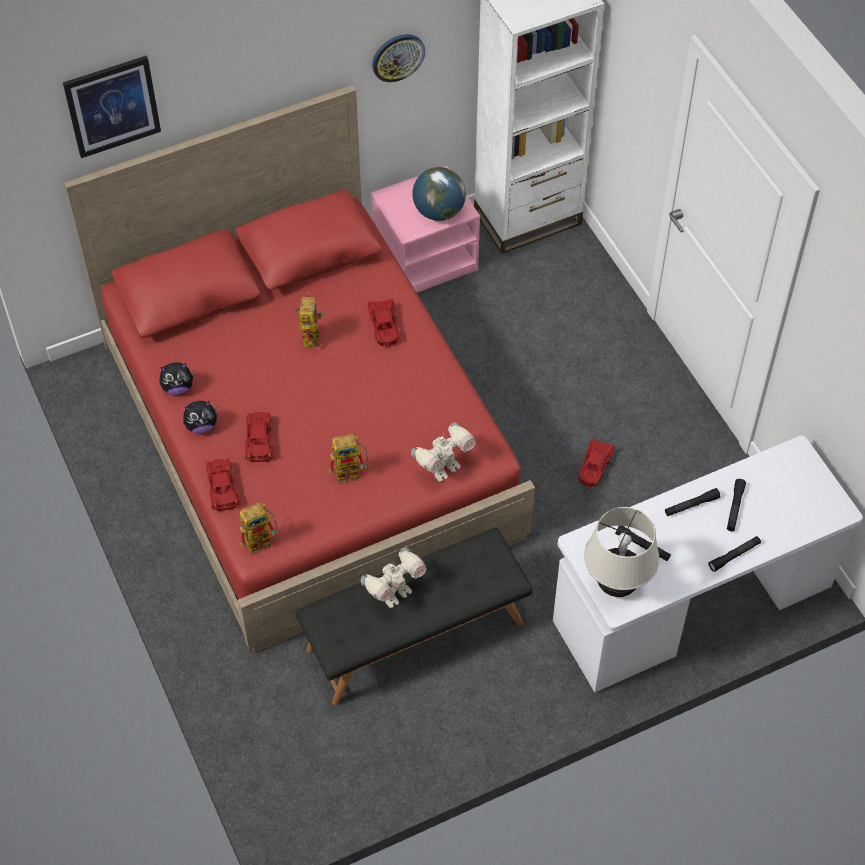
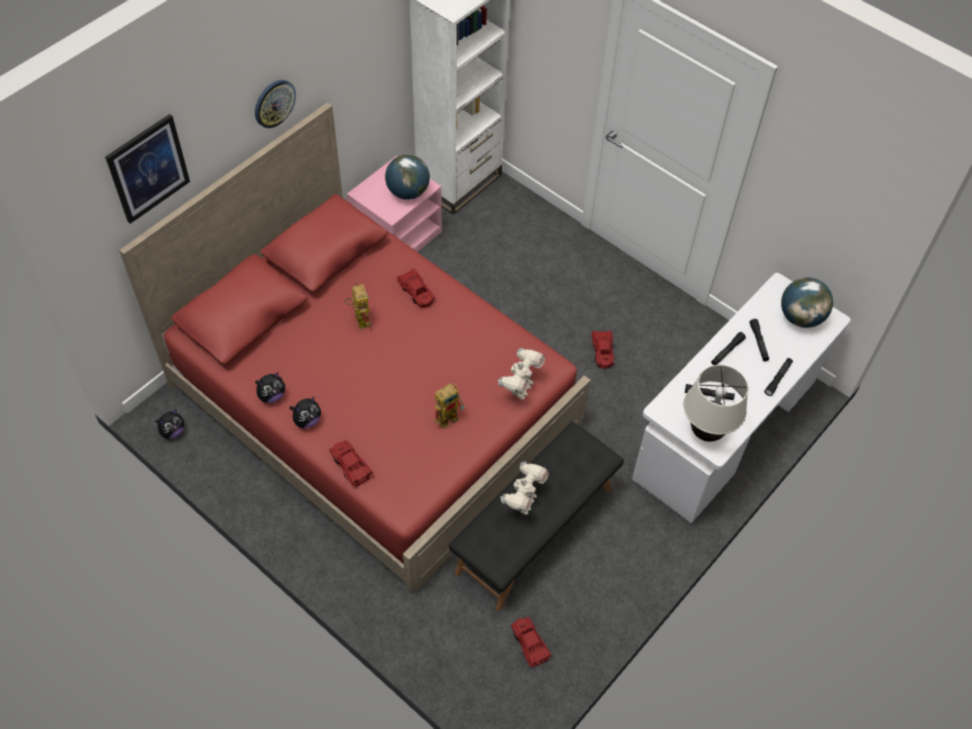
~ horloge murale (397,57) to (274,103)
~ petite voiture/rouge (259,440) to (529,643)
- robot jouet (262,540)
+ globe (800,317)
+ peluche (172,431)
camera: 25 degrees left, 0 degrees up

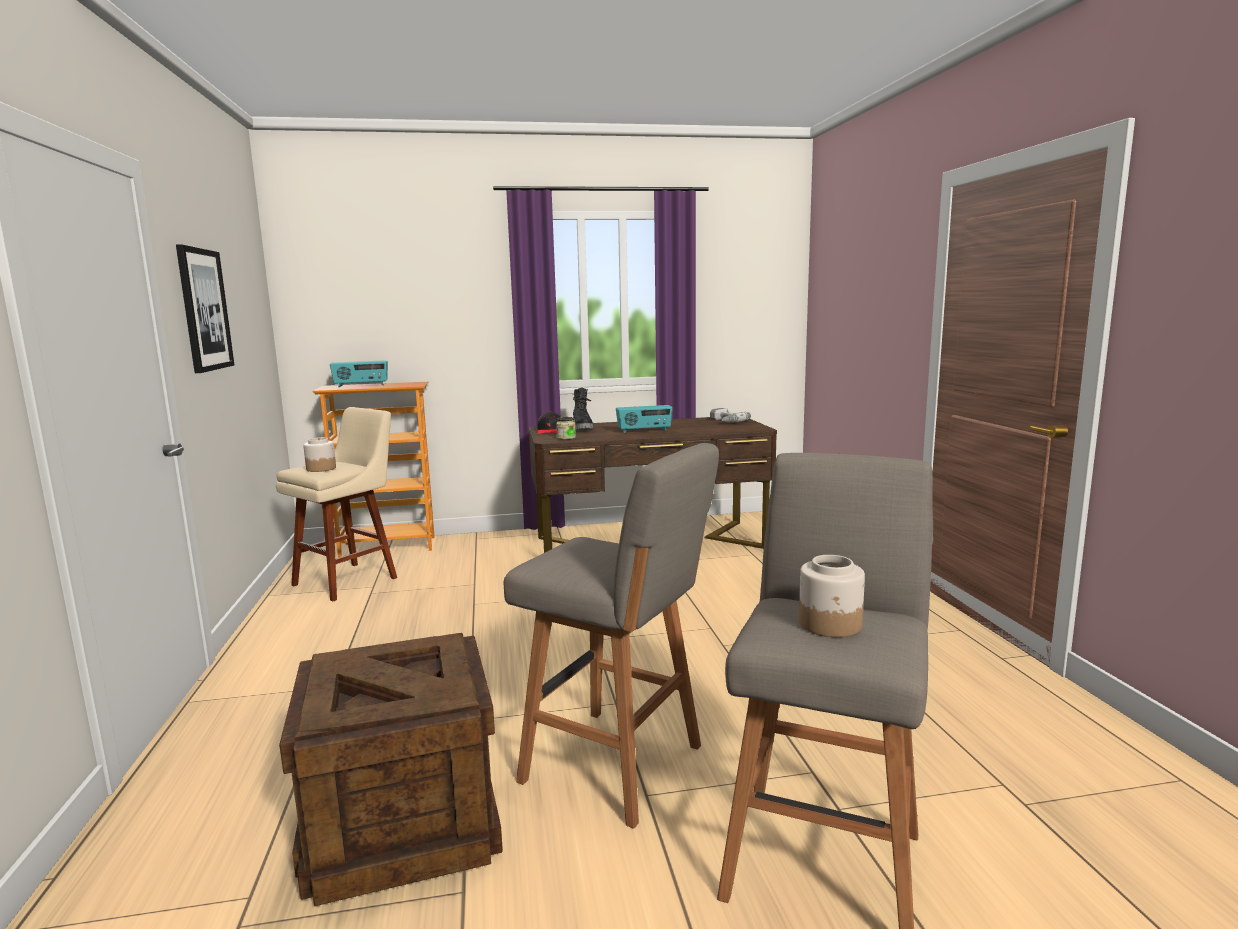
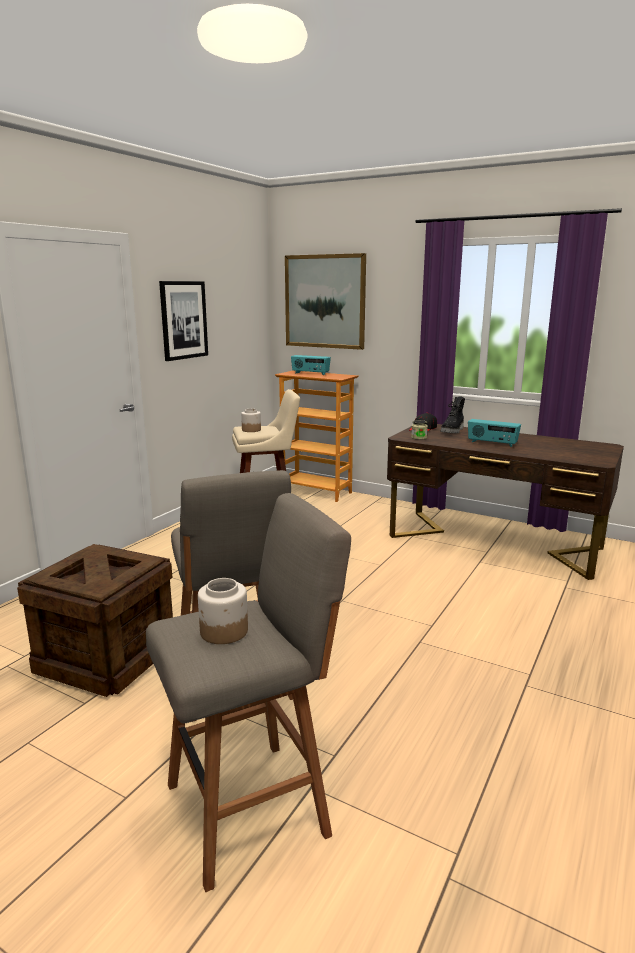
- perceuse (725,421)
+ tableau (325,301)
camera: 40 degrees right, 5 degrees up

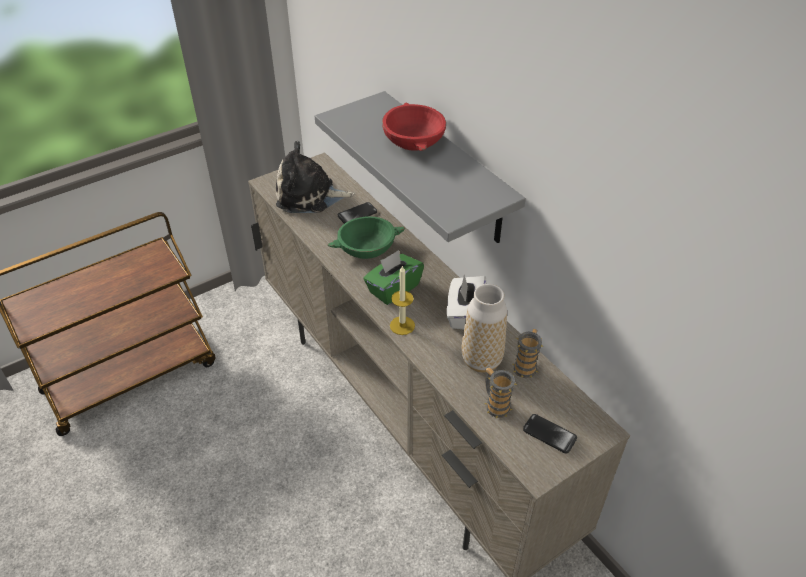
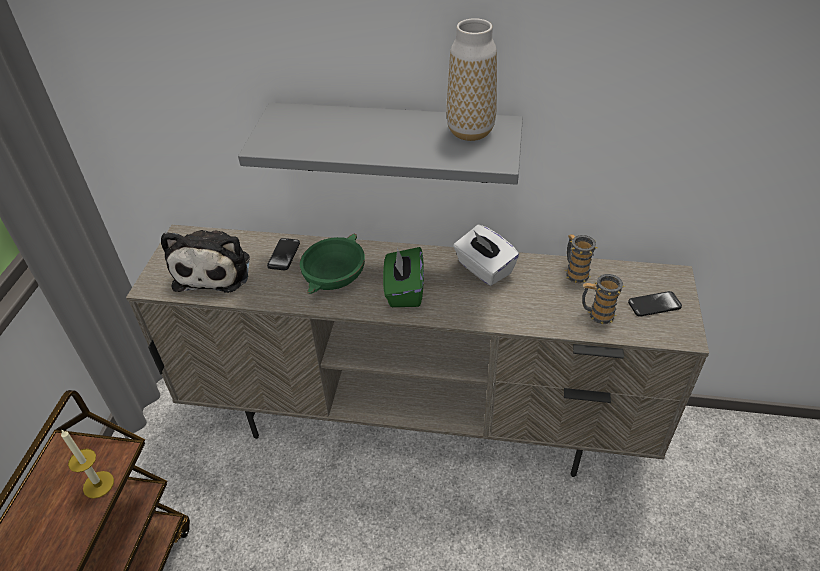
- bol/rouge (413,141)
~ peluche (309,196) = (214,269) 45 degrees counterclockwise
~ bougie (402,325) to (98,484)
~ vase (481,360) to (470,131)
camera: 45 degrees left, 0 degrees up

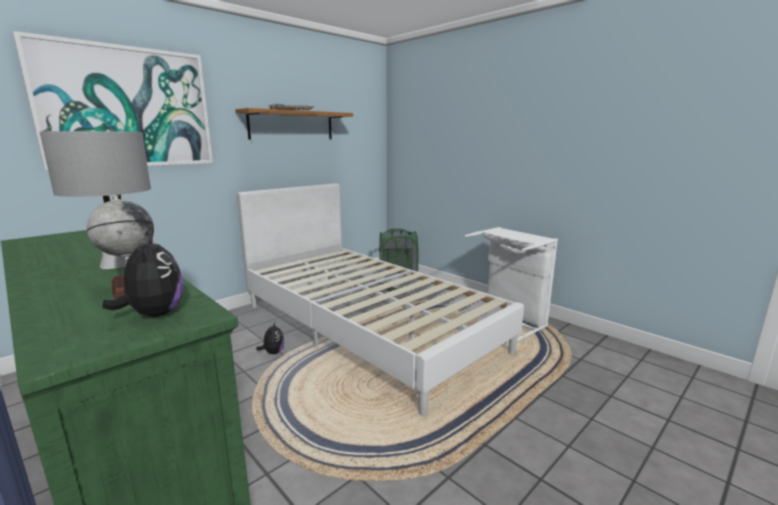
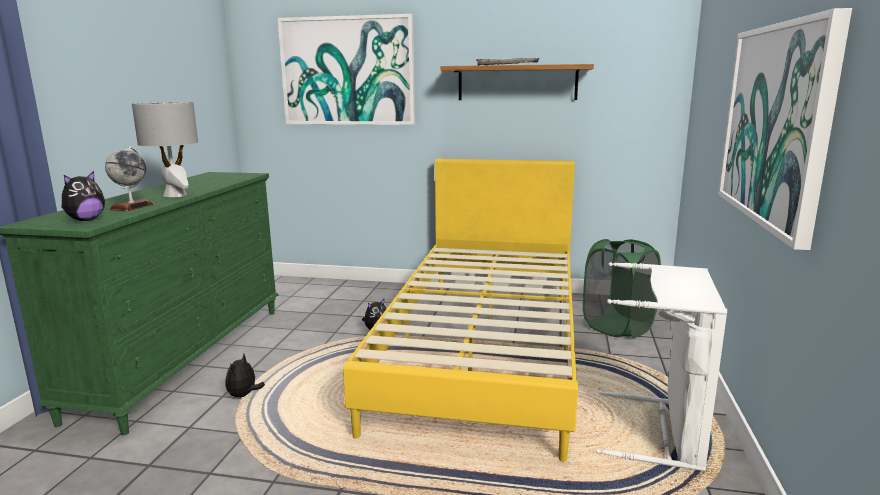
~ lit/blanc (366,327) to lit/jaune (484,348)
+ tableau (775,124)
+ peluche (244,395)
camera: 55 degrees right, 0 degrees up

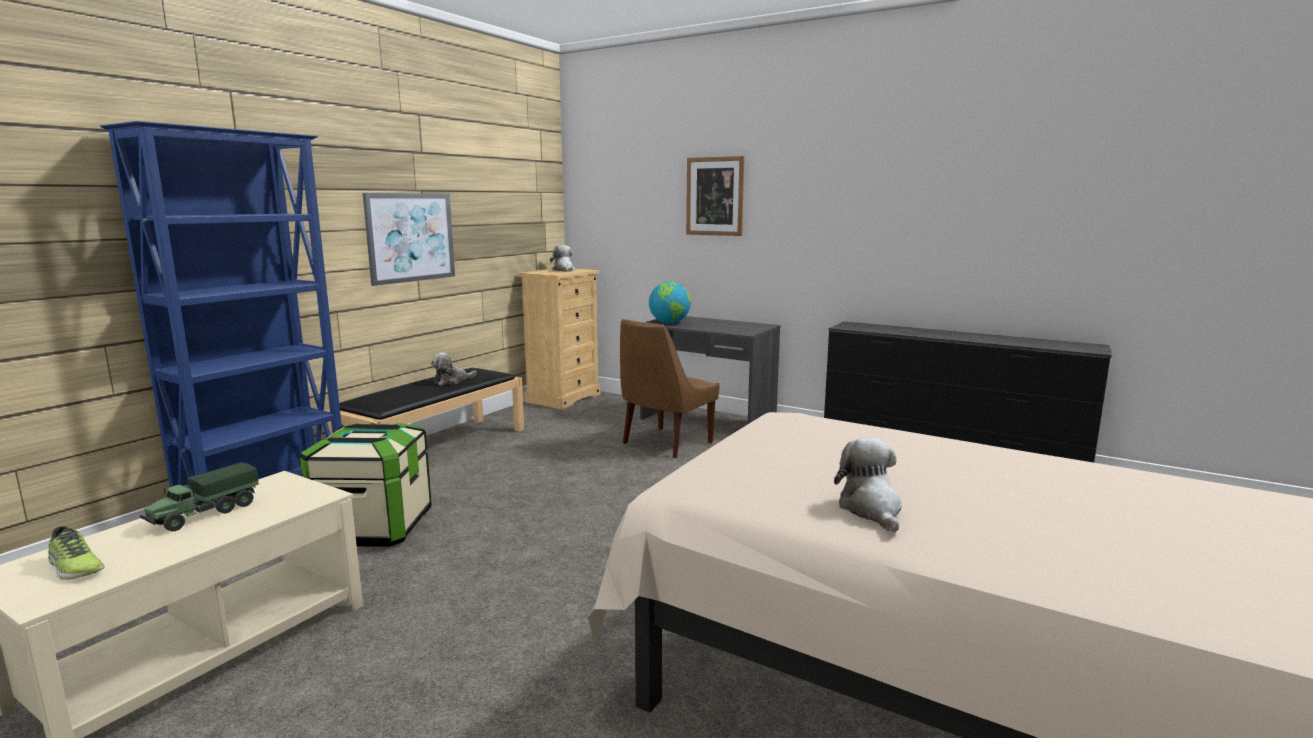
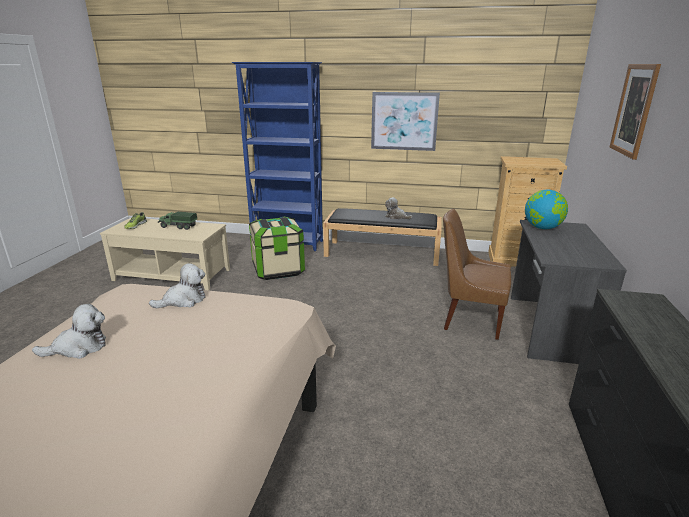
~ peluche (563,270) to (183,300)
camera: 70 degrees right, 10 degrees up

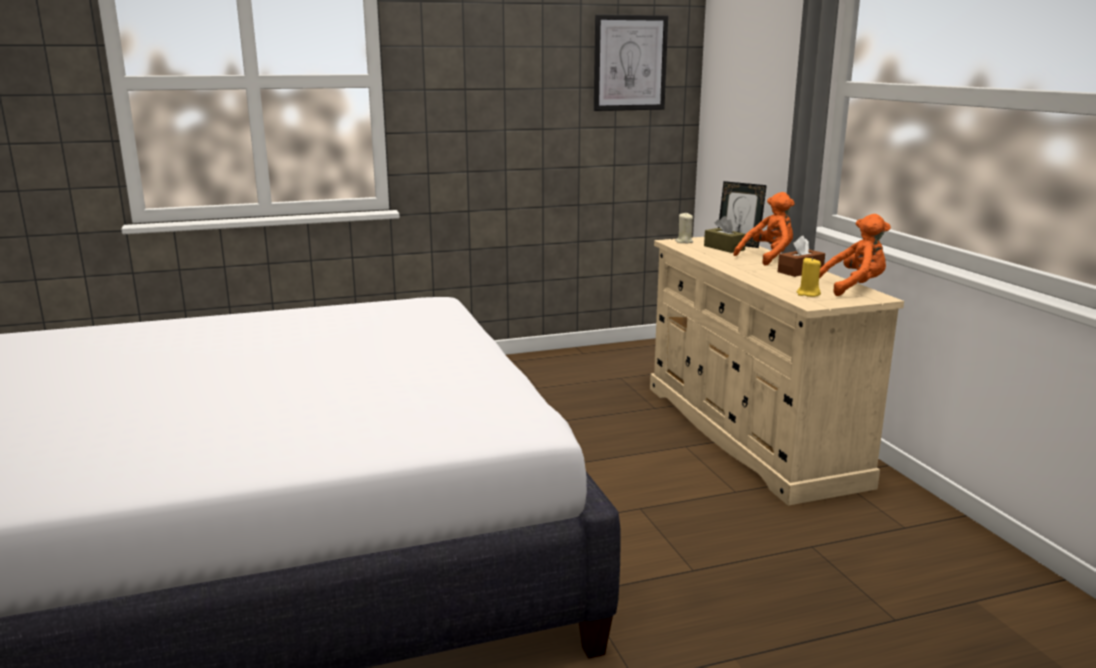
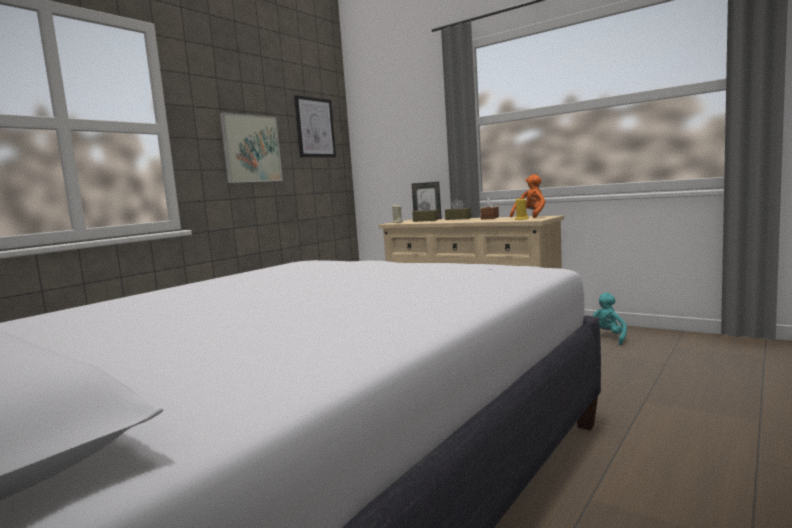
~ peluche/orange (768,257) to boîte à mouchoirs/marron (458,219)
+ tableau (251,149)
+ peluche/turquoise (605,338)
camera: 35 degrees left, 10 degrees down

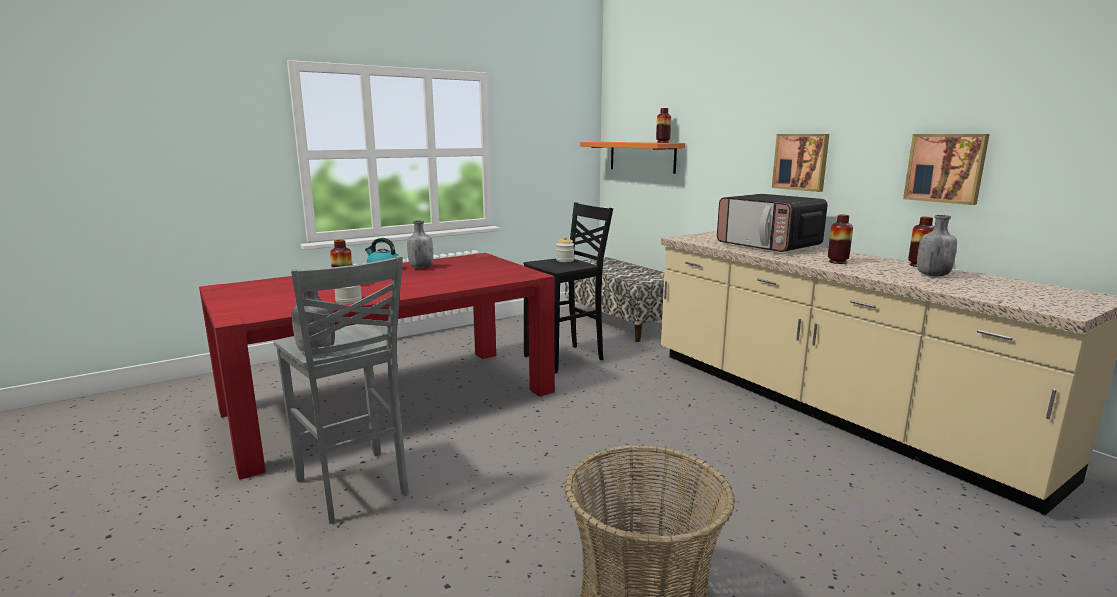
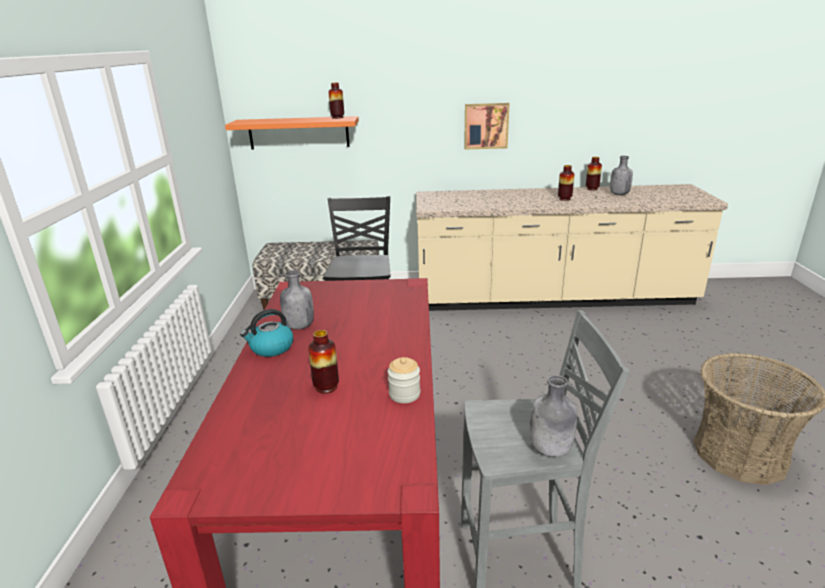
- tableau (945,168)
- micro-ondes (769,245)
- bocal (565,260)
camera: 55 degrees left, 10 degrees up

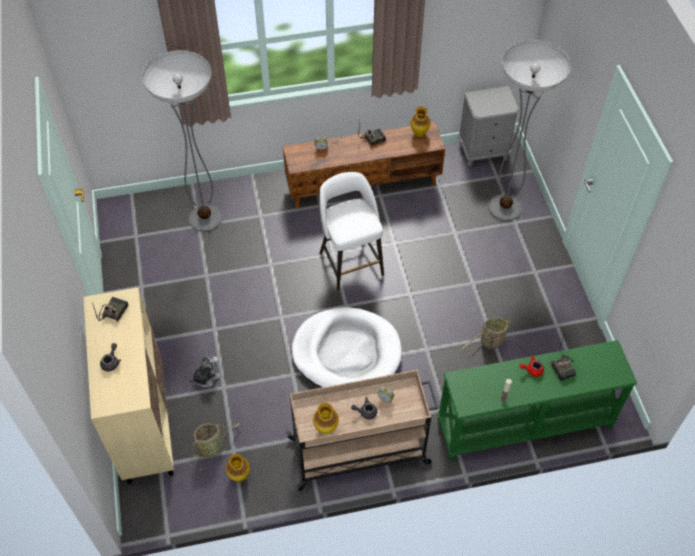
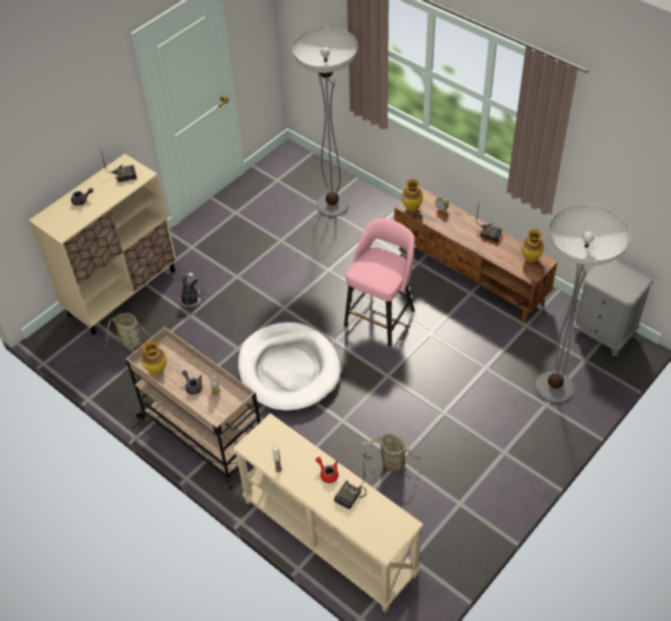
~ tabouret/blanc (350,262) to tabouret/rose (380,316)
~ table console/vert (524,424) to table console/beige (327,538)
~ peluche (206,377) = (190,299) 105 degrees counterclockwise
~ vase (239,476) to (411,208)
camera: 55 degrees right, 5 degrees down

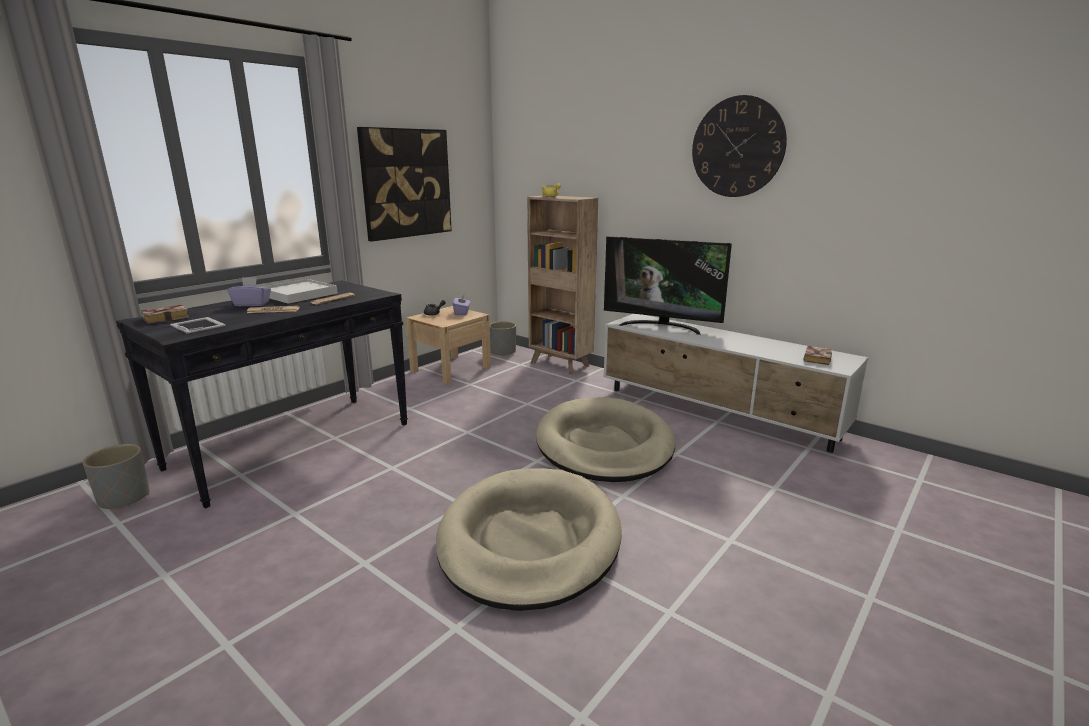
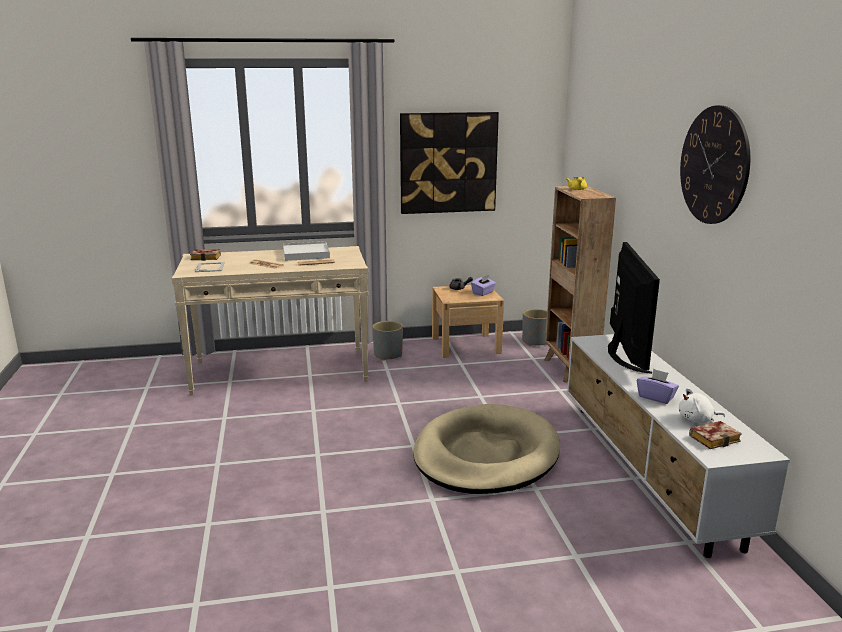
~ téléviseur (662,326) = (623,354) 150 degrees counterclockwise
~ boîte à mouchoirs/violet (252,304) to (656,397)
~ table console/noir (293,444) to table console/beige (281,371)
~ cache-pot/gris (124,498) to (388,355)
- panier pour chien/beige (529,541)
+ peluche/blanc (697,420)
camera: 40 degrees right, 0 degrees up

